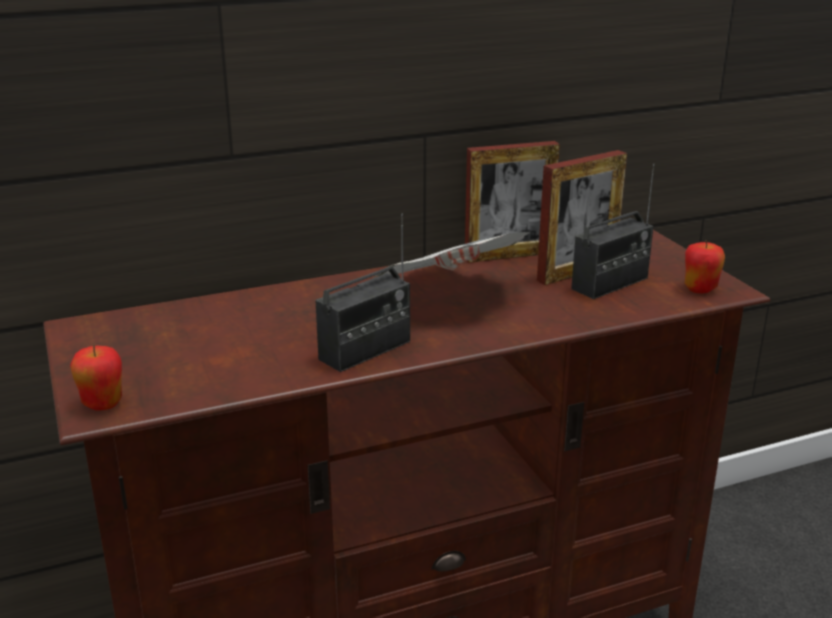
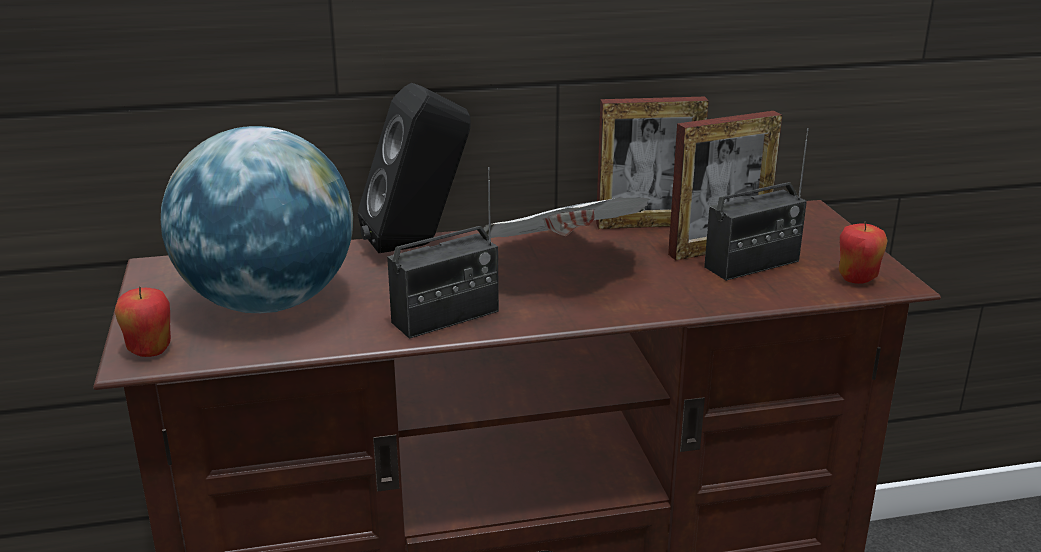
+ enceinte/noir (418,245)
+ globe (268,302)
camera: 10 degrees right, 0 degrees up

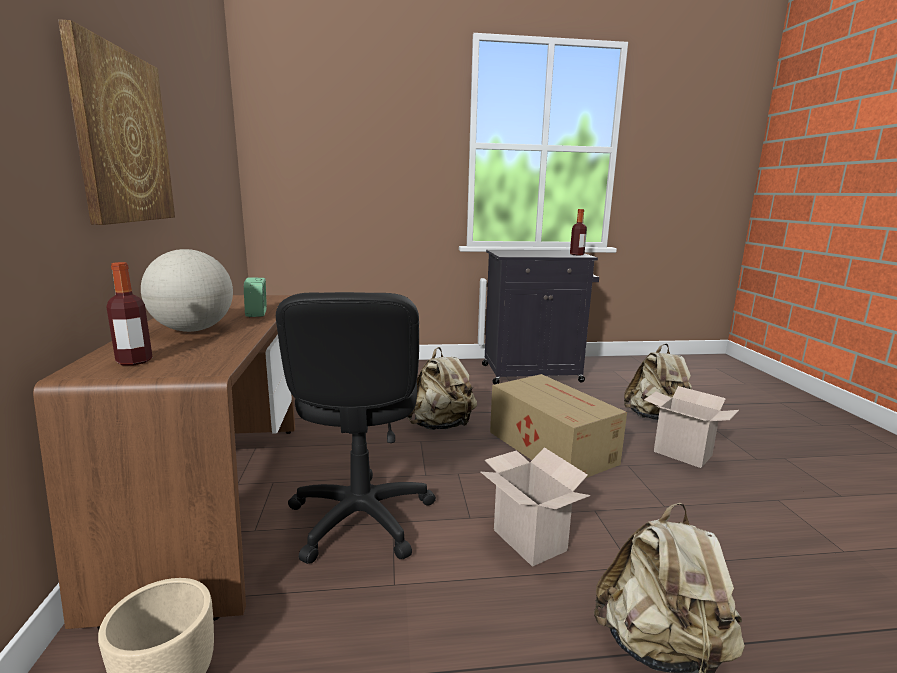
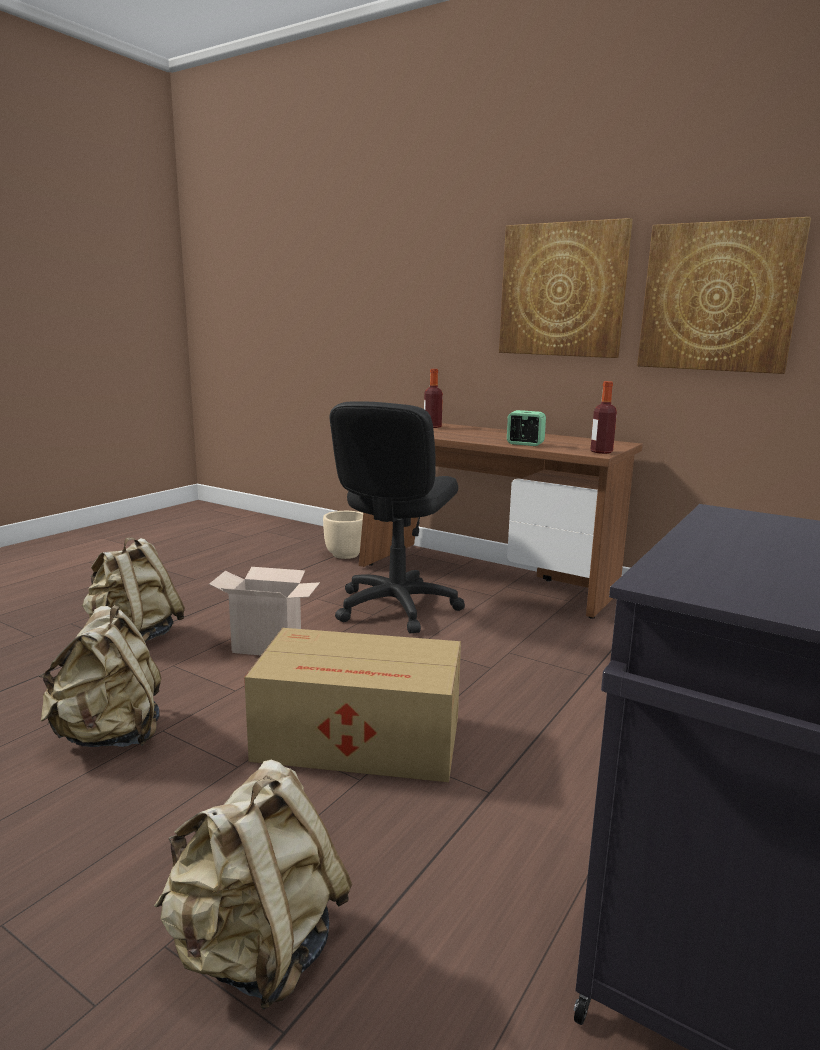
~ bouteille (577,254) to (601,452)
- globe (193,330)
~ chaise de bureau/noir (360,518) = (396,607) 105 degrees counterclockwise
~ sac à dos/beige (441,426) to (111,735)
- carton (680,453)
+ tableau (718,297)
camera: 130 degrees right, 0 degrees up

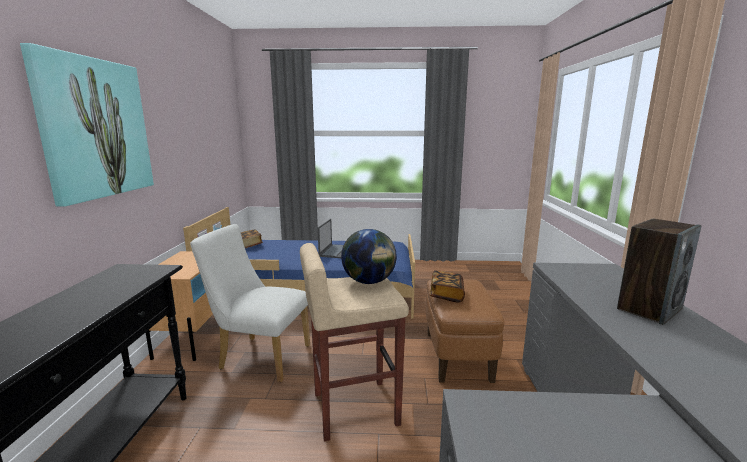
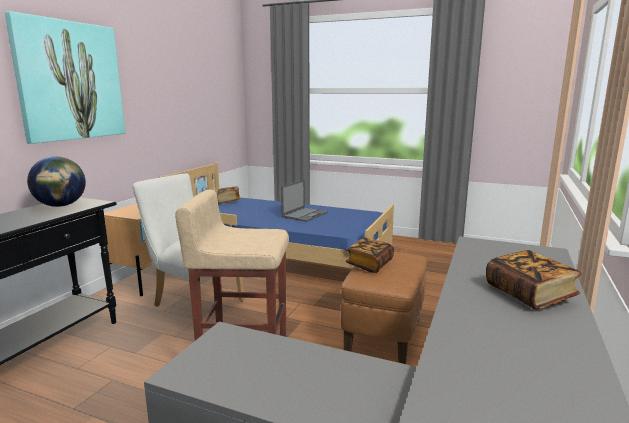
~ enceinte (649,309) to livre (529,294)
~ globe (369,282) to (61,206)
camera: 20 degrees right, 0 degrees up

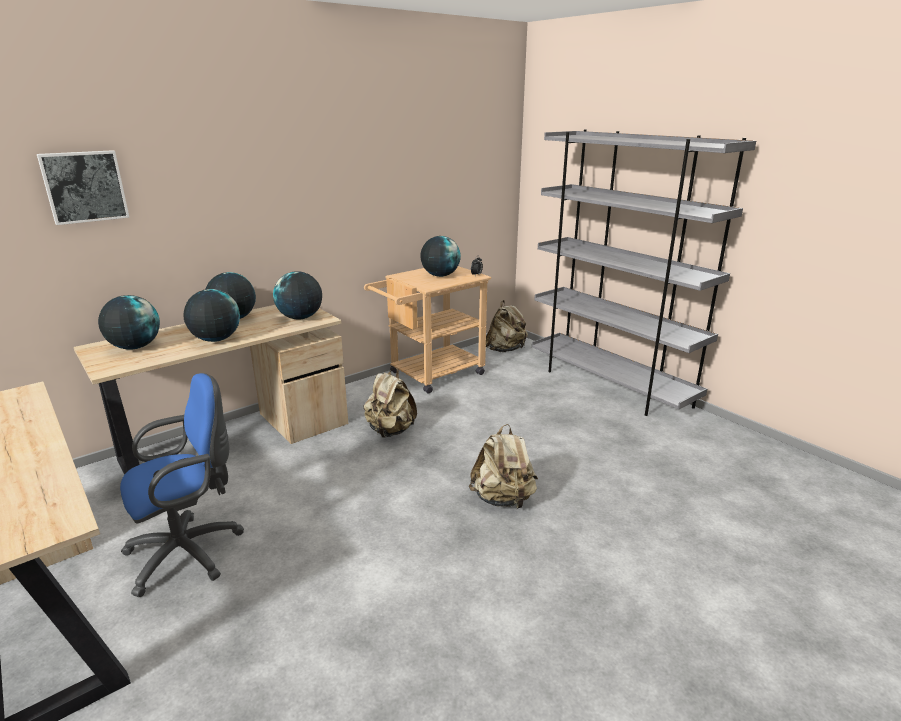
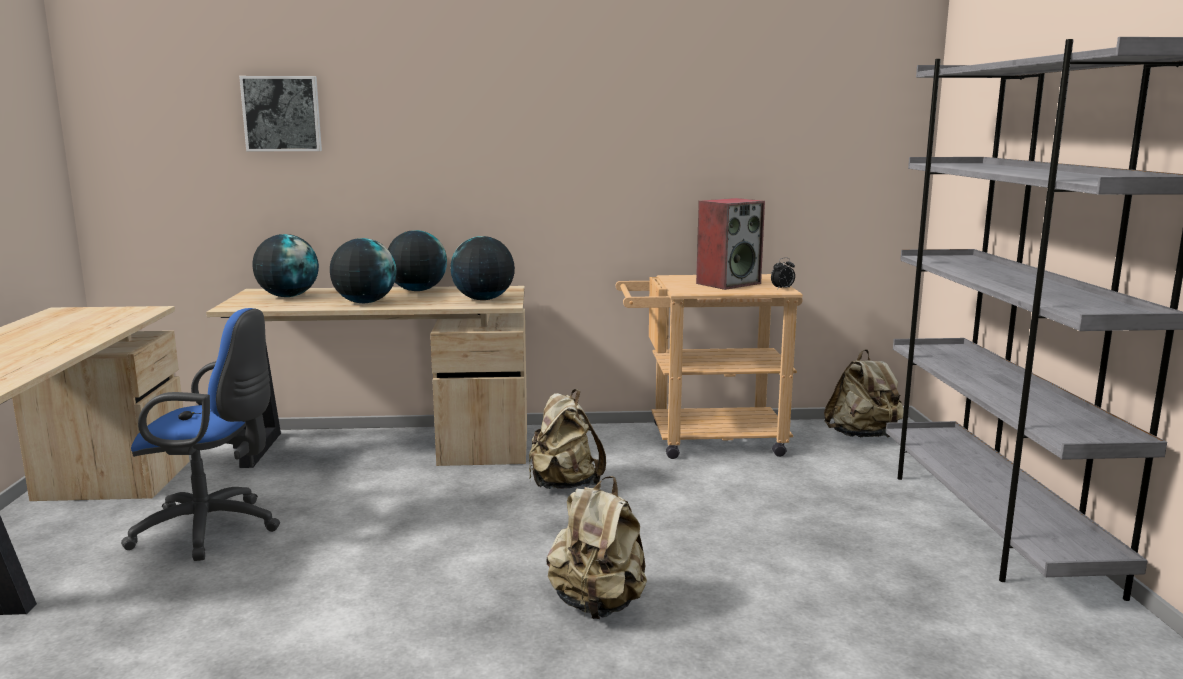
~ globe (440,275) to enceinte (728,283)
camera: 35 degrees right, 10 degrees down

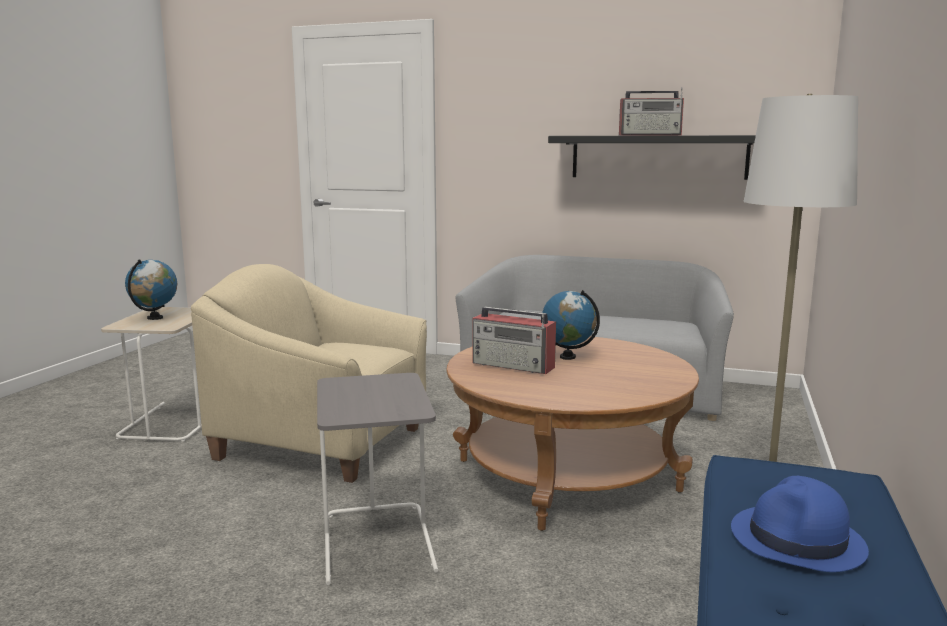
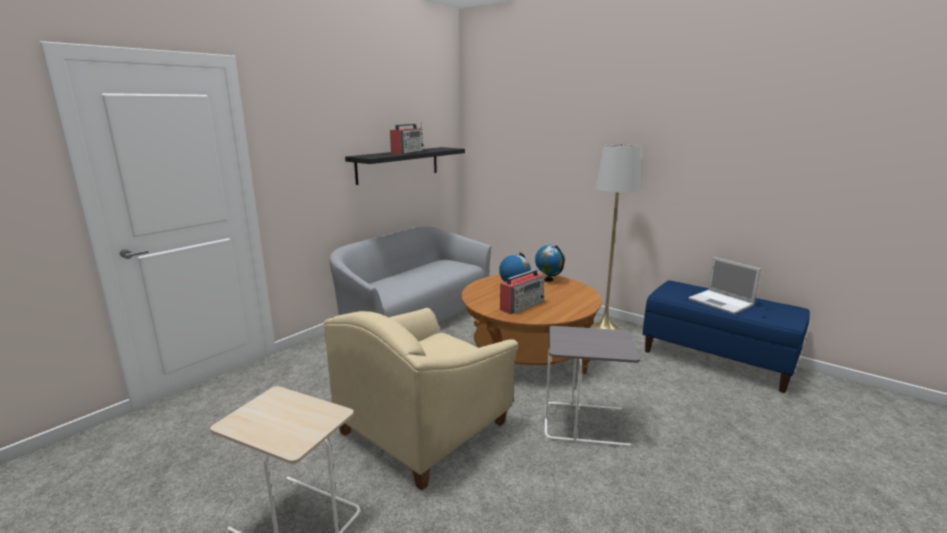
~ globe (155,318) to (549,280)
~ chapeau/bleu (797,540) to ordinateur portable (721,302)
camera: 70 degrees left, 5 degrees up

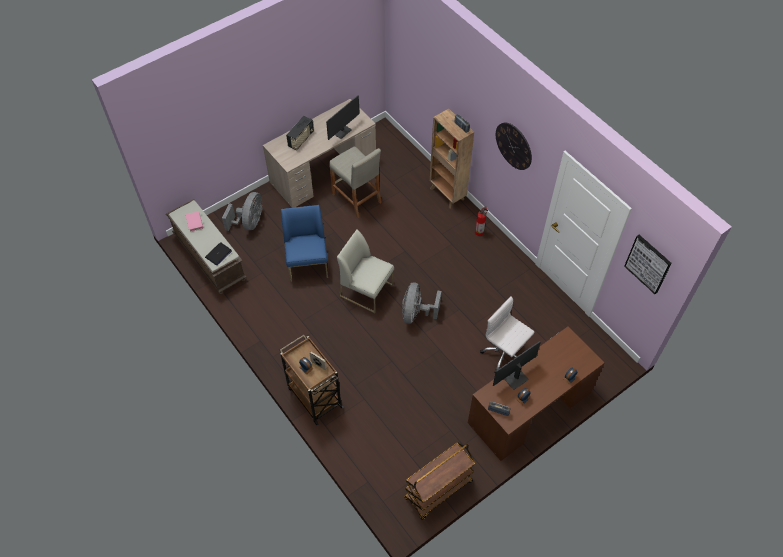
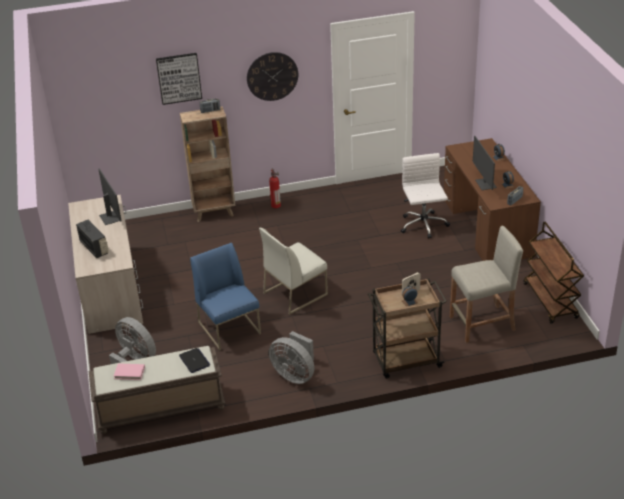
~ tabouret/beige (356,198) to (482,324)
~ chaise/bleu (308,263) = (230,328) 45 degrees clockwise
~ tableau (648,263) to (179,78)
~ ventilateur/gris (416,313) to (295,374)
~ chaise de bureau/blanc (505,354) = (423,226) 105 degrees clockwise
camera: 65 degrees left, 20 degrees down

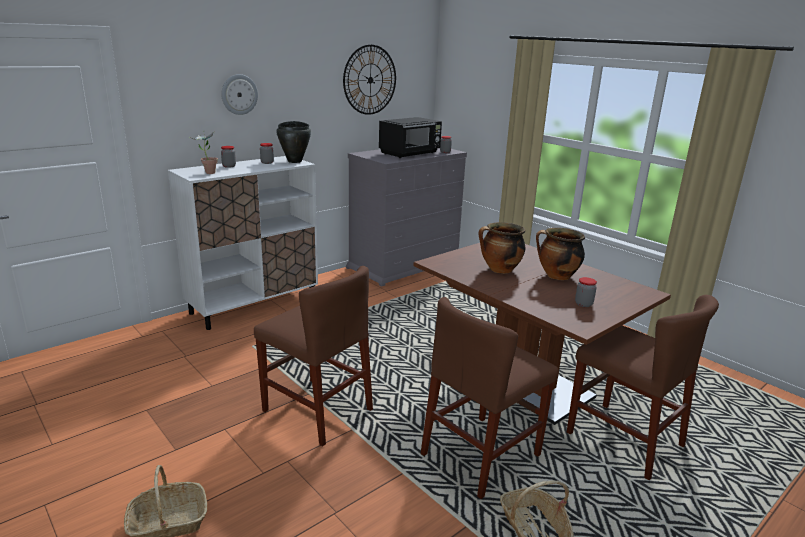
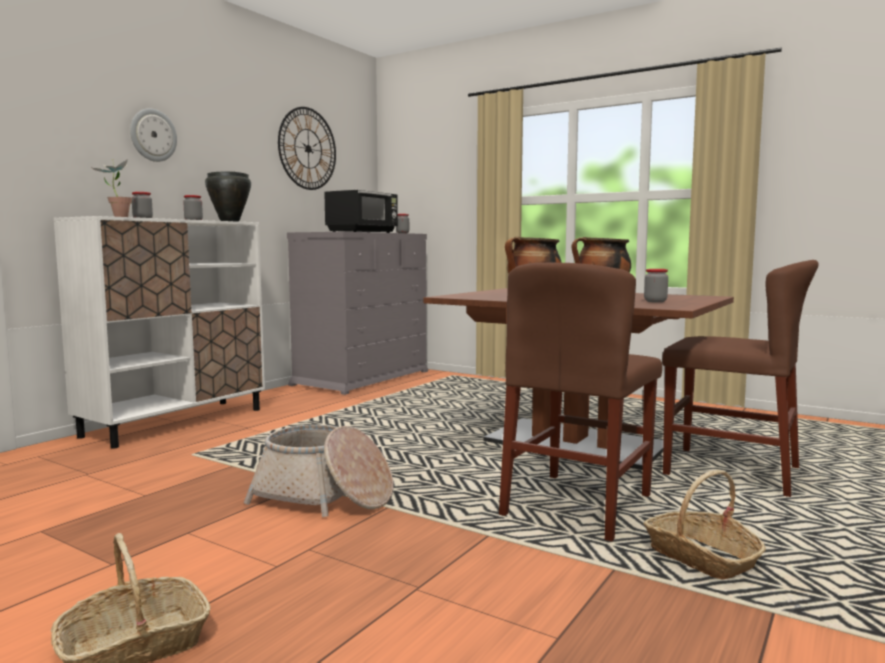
~ chaise/marron (317,410) to panier (324,497)
camera: 15 degrees left, 15 degrees down

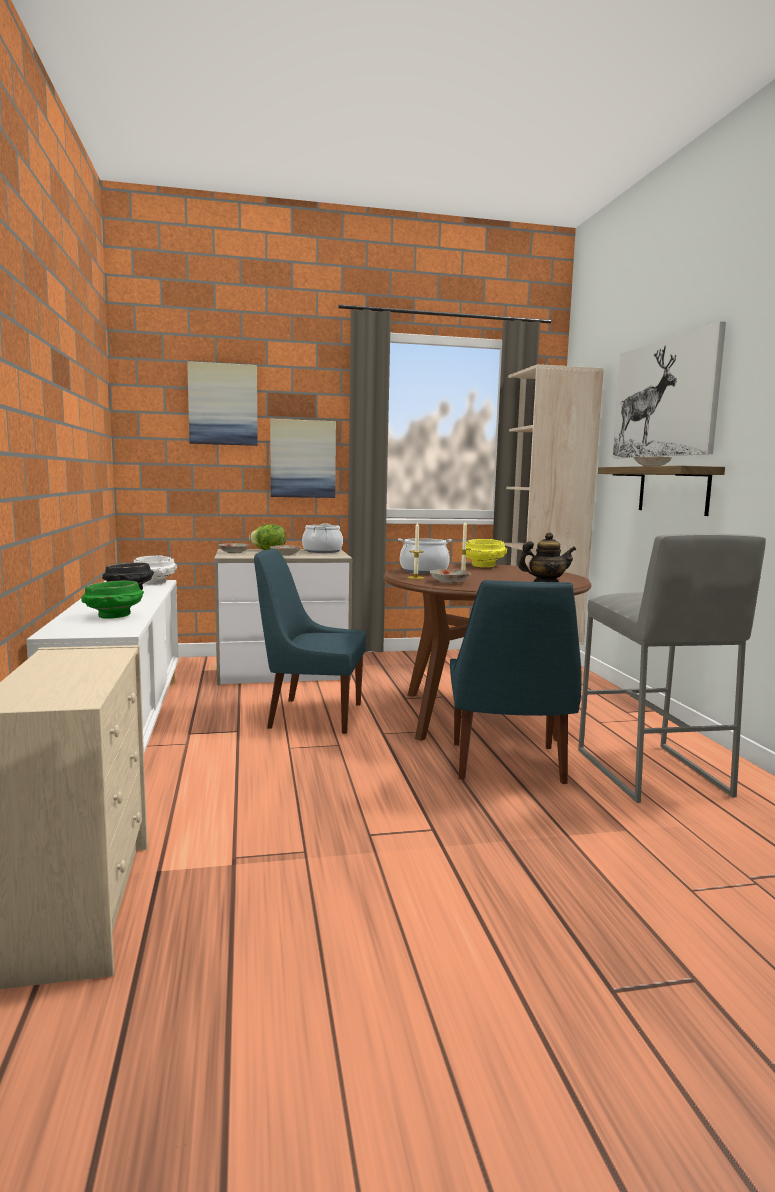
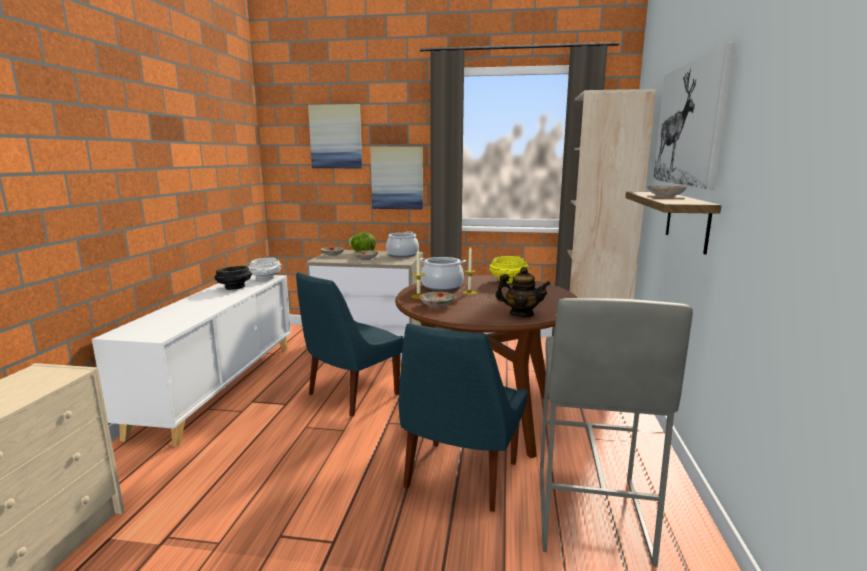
~ chaise/bleu (311,716) = (350,395) 75 degrees counterclockwise
- bol/vert (114,616)
camera: 20 degrees right, 5 degrees up

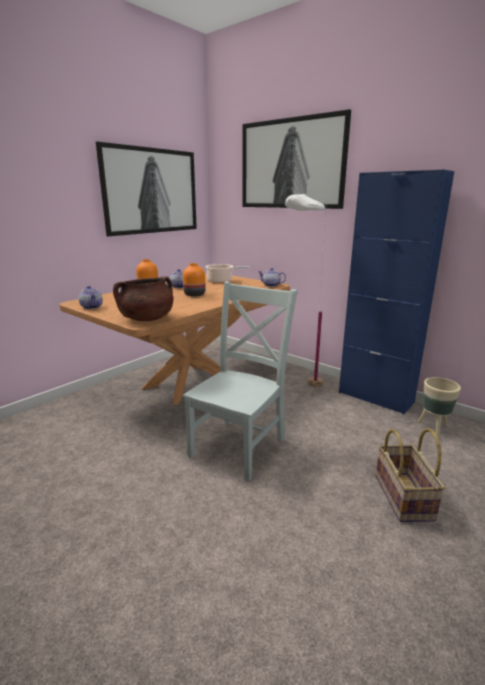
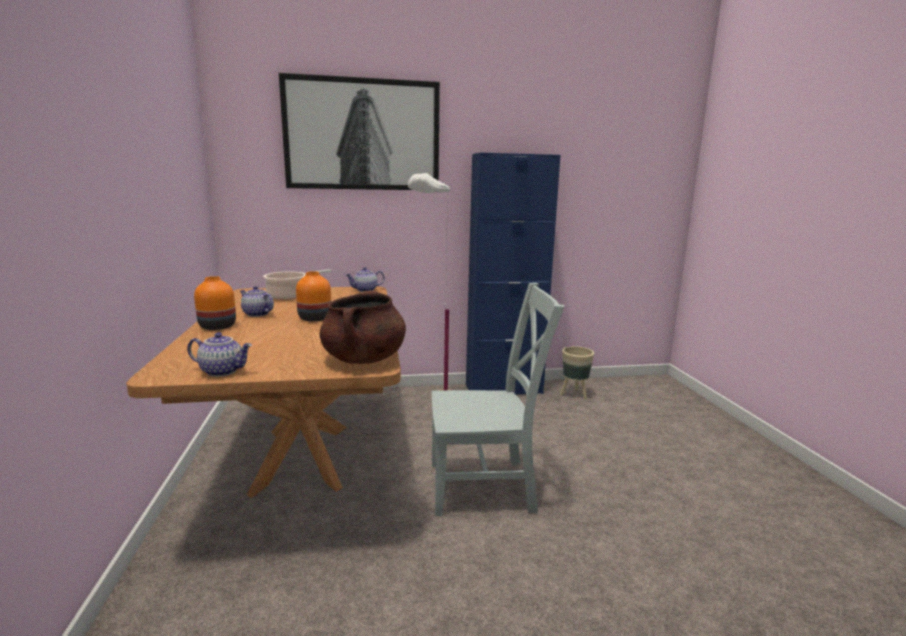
- tableau (151,191)
~ chaise/gris (240,445) = (486,487) 105 degrees clockwise
- panier (404,497)
camera: 50 degrees left, 5 degrees down

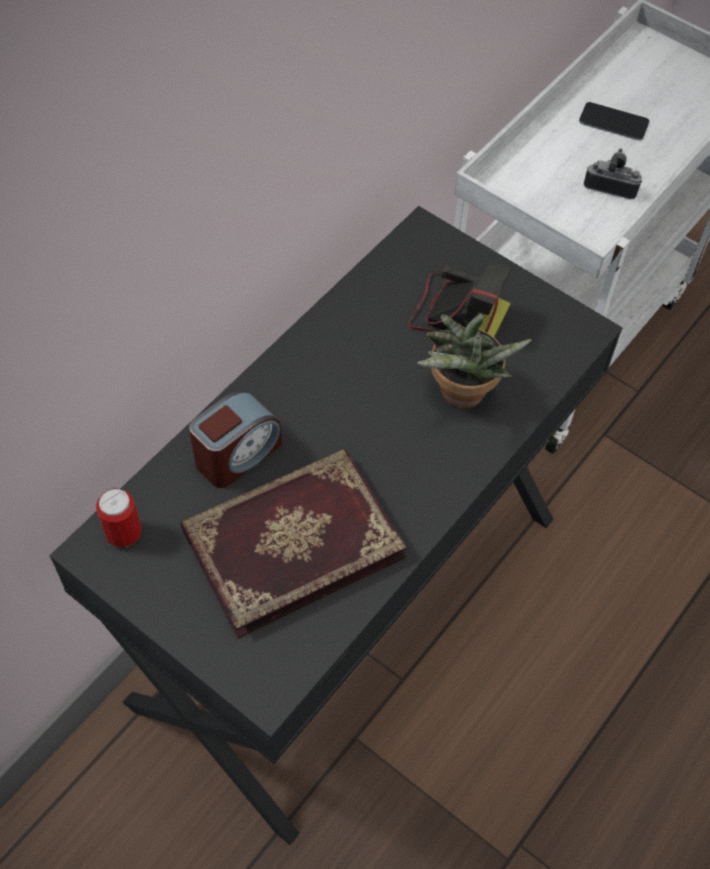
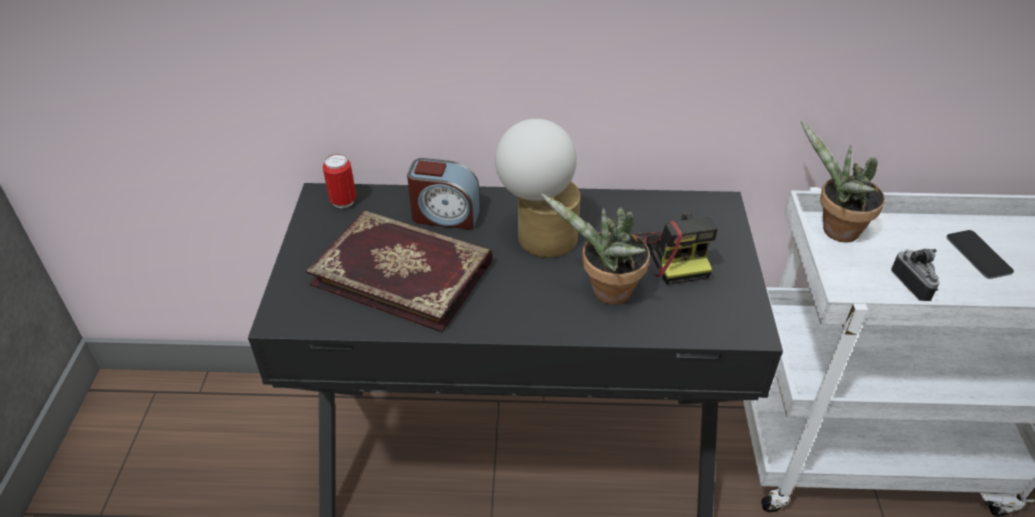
+ lampe de table (538,237)
+ plante en pot (834,230)
camera: 55 degrees right, 15 degrees down

